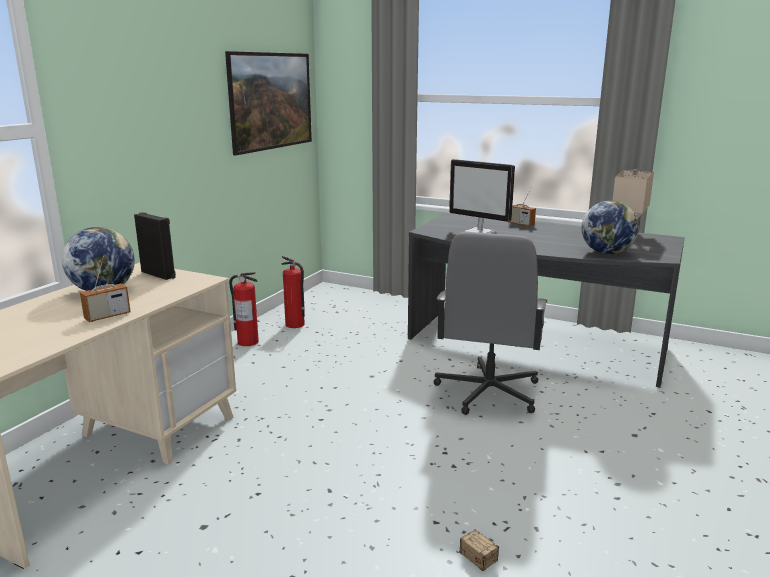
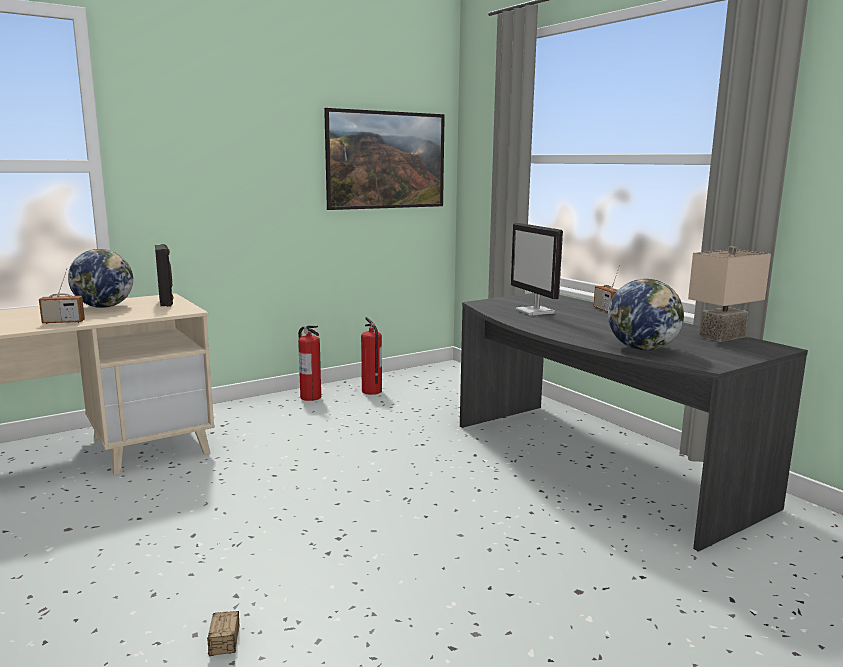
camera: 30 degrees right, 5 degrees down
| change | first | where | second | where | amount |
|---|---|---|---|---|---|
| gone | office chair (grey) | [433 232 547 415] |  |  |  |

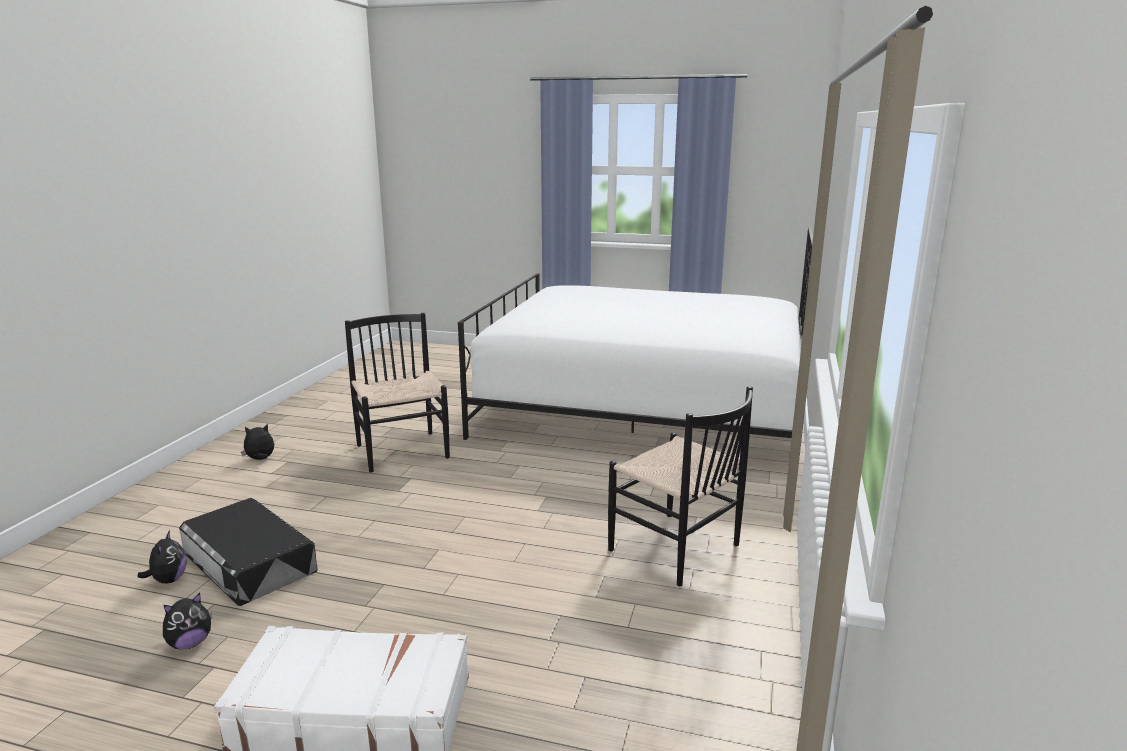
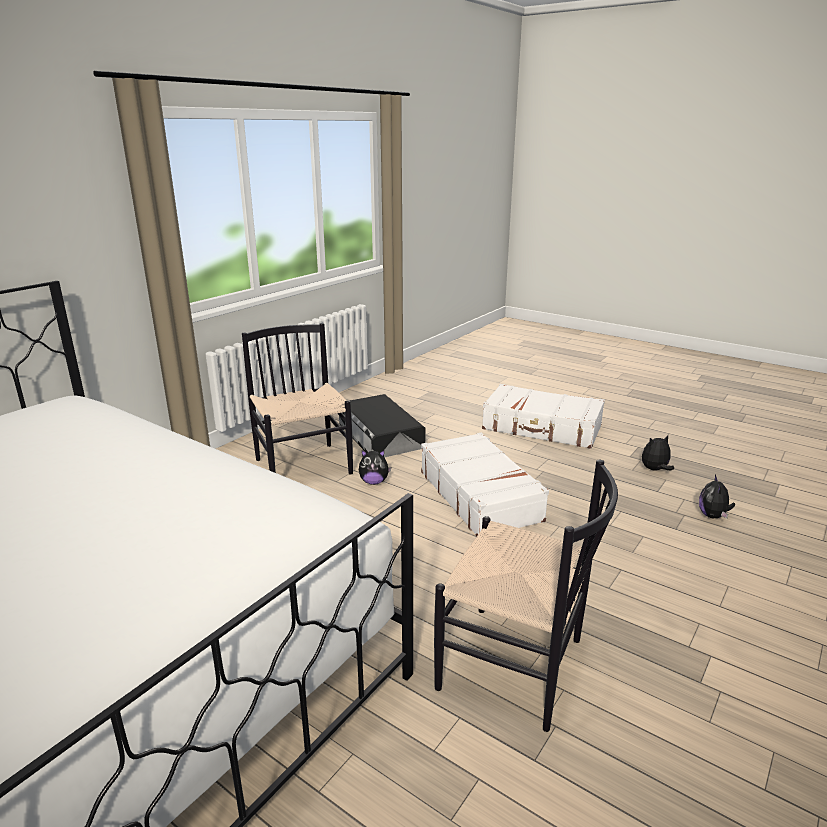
camera: 160 degrees left, 5 degrees up
| change | first | where | second | where | amount |
|---|---|---|---|---|---|
| rotated | chair (black) | [345 313 450 473] |  | [434 460 618 732] | 60 degrees counterclockwise |
| shifted | plush toy | [241 424 274 460] |  | [359 450 391 485] |  |
| shifted | storage box (black) | [179 498 318 606] |  | [339 394 425 458] |  |
| new |  |  | suitcase (white) | [421 433 549 536] |  |

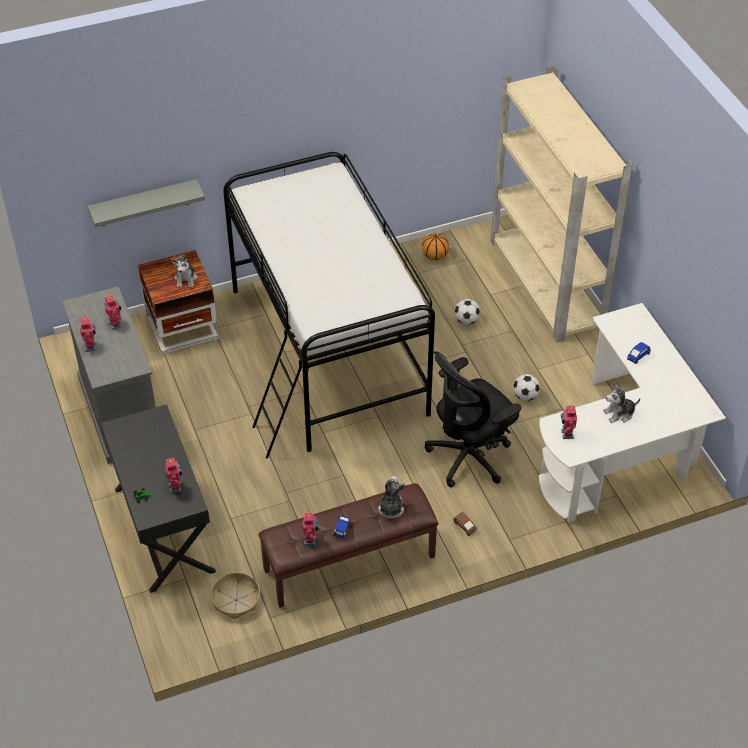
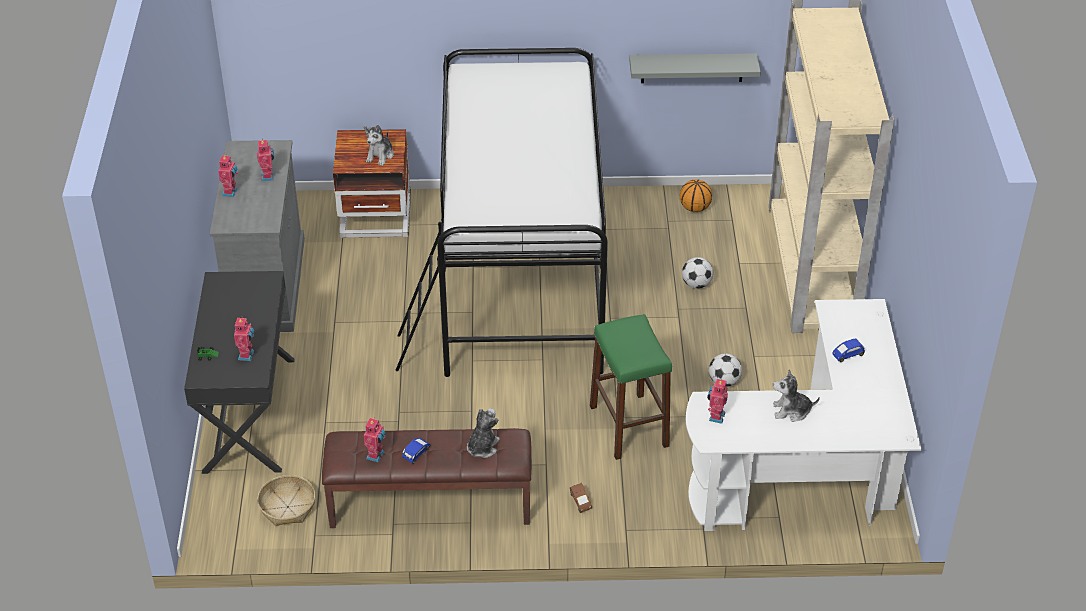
camera: 20 degrees right, 5 degrees down
| change | first | where | second | where | amount |
|---|---|---|---|---|---|
| shifted | shelf (grey) | [88 179 205 227] |  | [629 53 761 83] |  |
| swapped | office chair (black) | [425 351 521 487] | stool (green) | [590 314 672 460] |  |

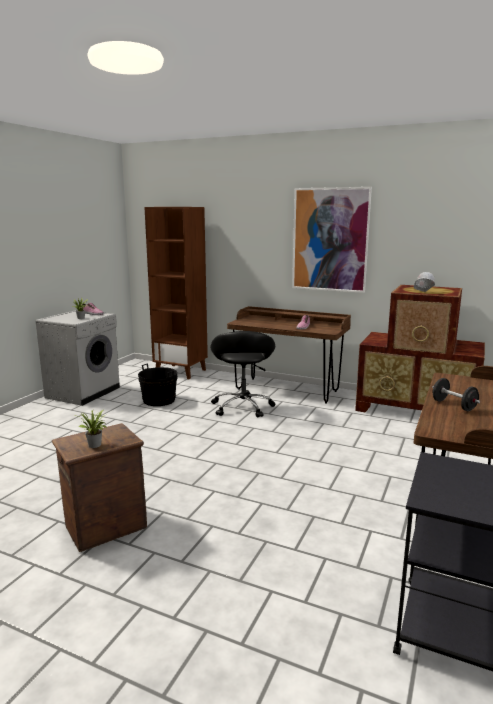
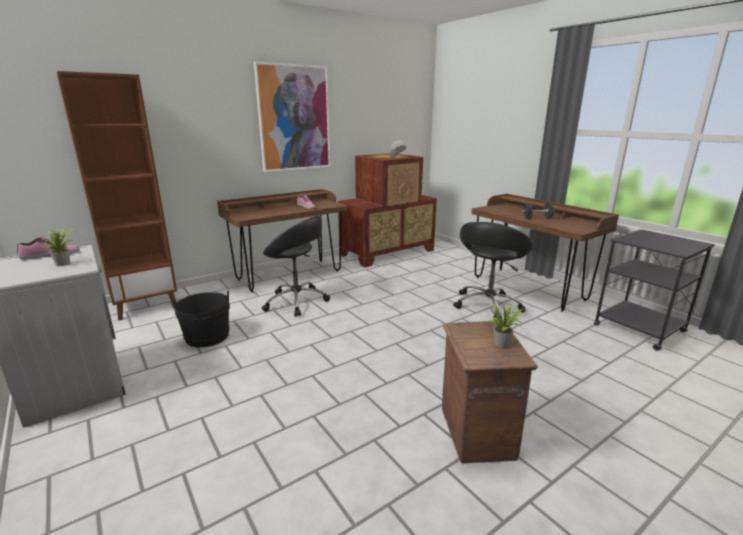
camera: 60 degrees left, 5 degrees up
| change | first | where | second | where | amount |
|---|---|---|---|---|---|
| new |  |  | office chair (black) | [453 222 533 318] |  |

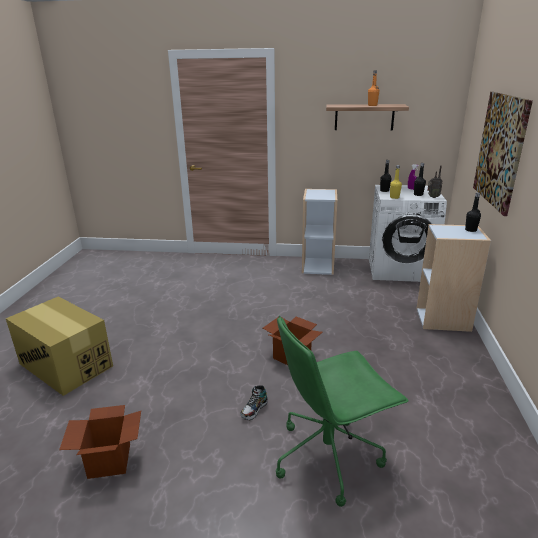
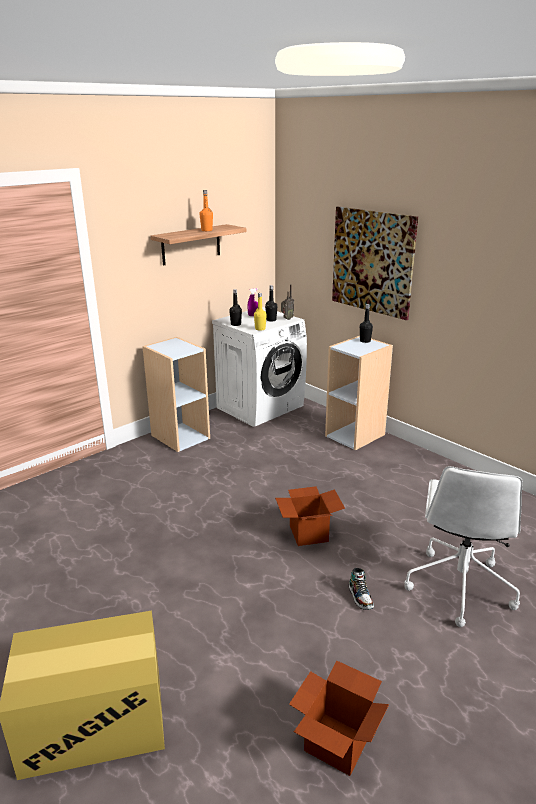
camera: 50 degrees left, 0 degrees up
| change | first | where | second | where | amount |
|---|---|---|---|---|---|
| repainted | office chair (green) | [276 315 409 507] | office chair (white) | [404 466 523 627] |  |

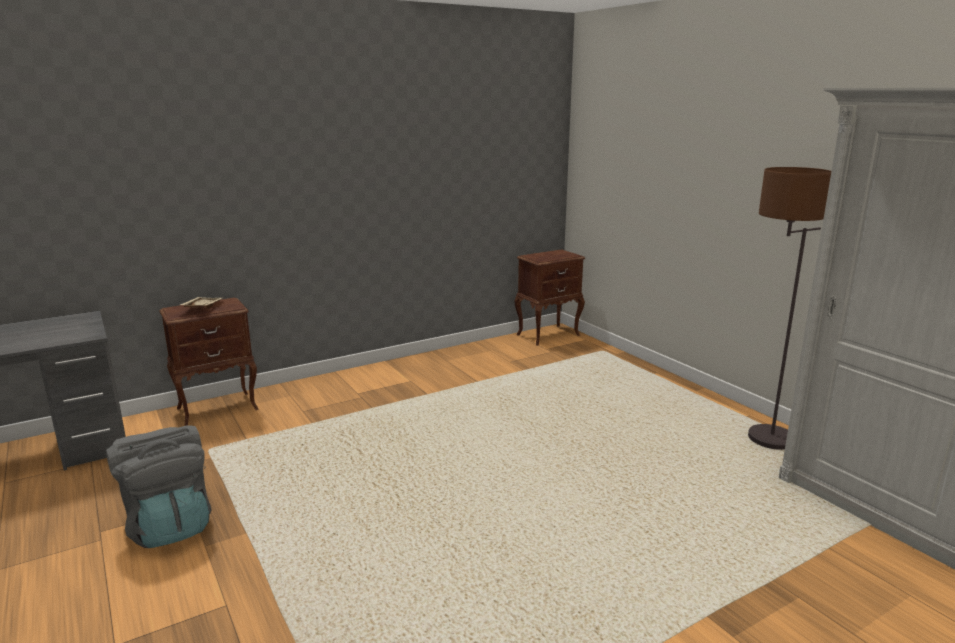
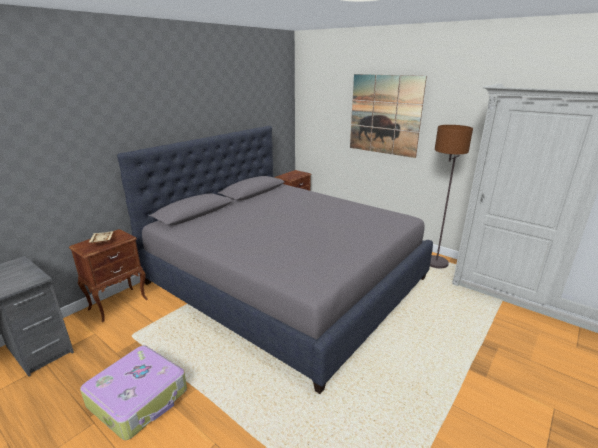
camera: 20 degrees left, 5 degrees up
| change | first | where | second | where | amount |
|---|---|---|---|---|---|
| swapped | backpack (grey) | [106 425 212 548] | suitcase | [80 346 187 440] |  |
| new |  |  | picture | [350 74 427 158] |  |
| new |  |  | bed (grey) | [117 126 433 394] |  |

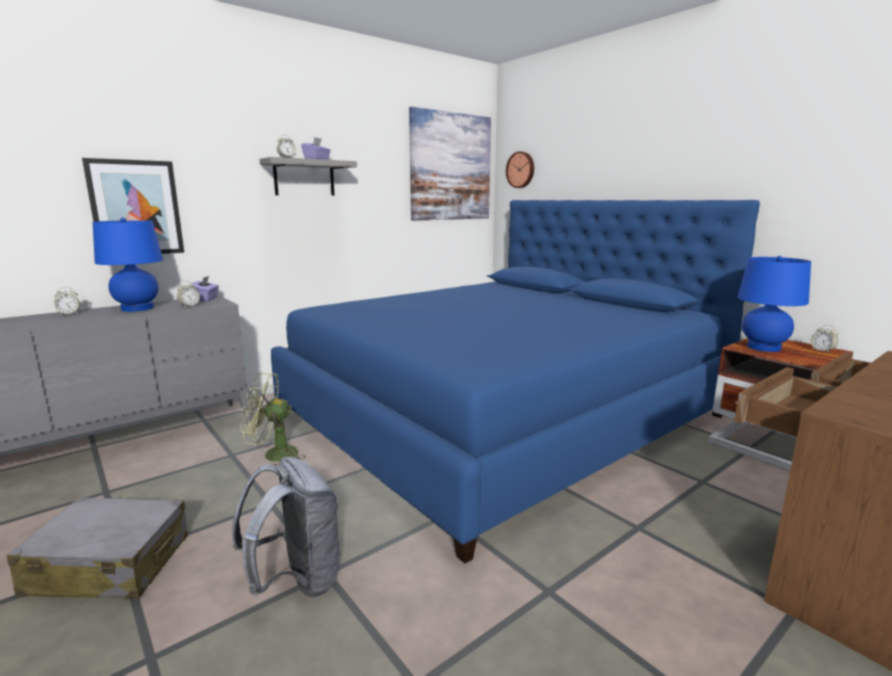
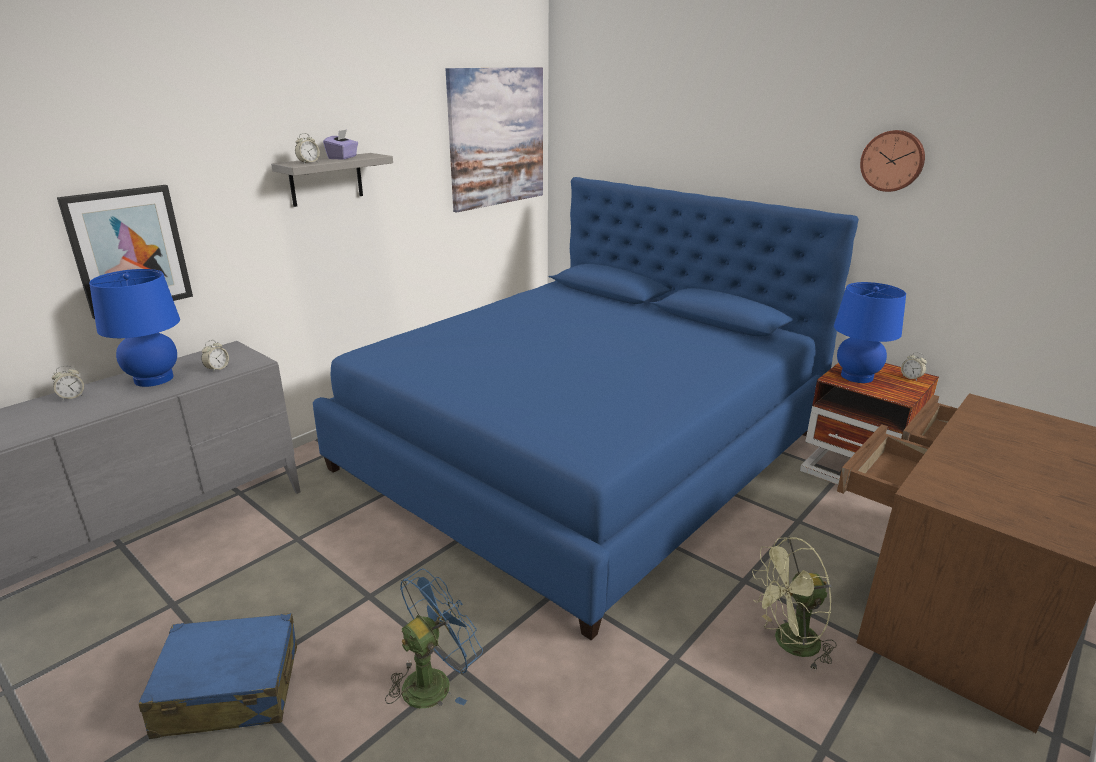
camera: 10 degrees left, 10 degrees up
| change | first | where | second | where | amount |
|---|---|---|---|---|---|
| shifted | wall clock | [506 151 534 188] |  | [860 130 925 192] |  |
| gone | tissue box (purple) | [190 276 219 301] |  |  |  |
| shifted | fan (green) | [241 373 306 466] |  | [752 537 837 670] |  |
| swapped | backpack (grey) | [232 457 341 598] | fan (blue) | [385 568 483 708] |  |
| repainted | suitcase (grey) | [7 497 188 599] | suitcase (blue) | [139 613 297 739] |  |

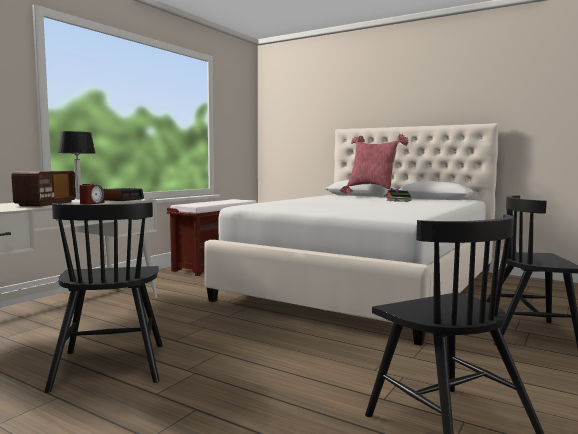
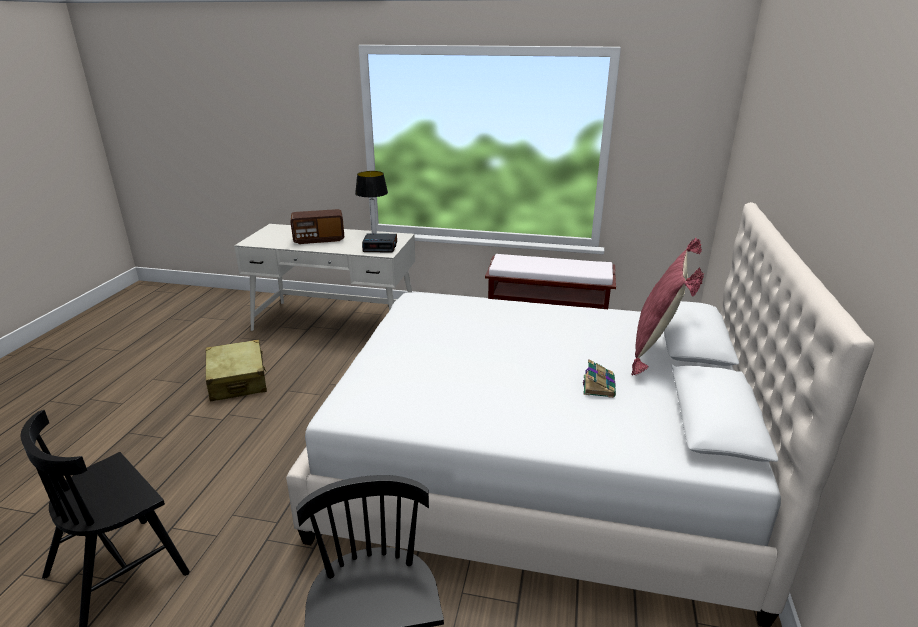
camera: 70 degrees right, 20 degrees up
| change | first | where | second | where | amount |
|---|---|---|---|---|---|
| gone | alarm clock | [79 183 104 204] |  |  |  |
| swapped | chair (black) | [44 202 163 393] | suitcase (beige) | [205 339 267 401] |  |

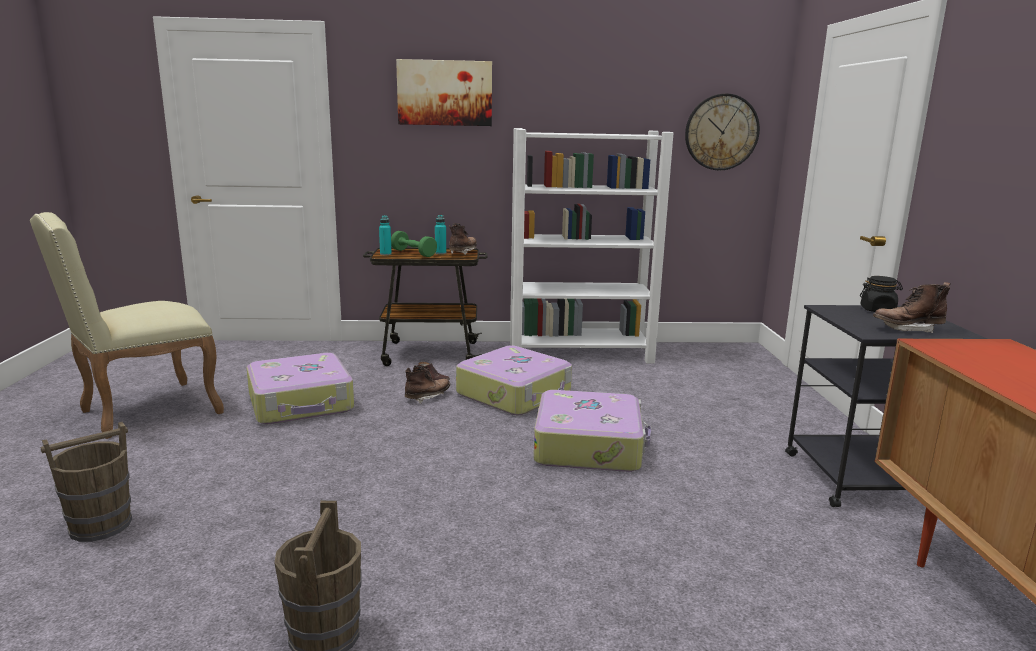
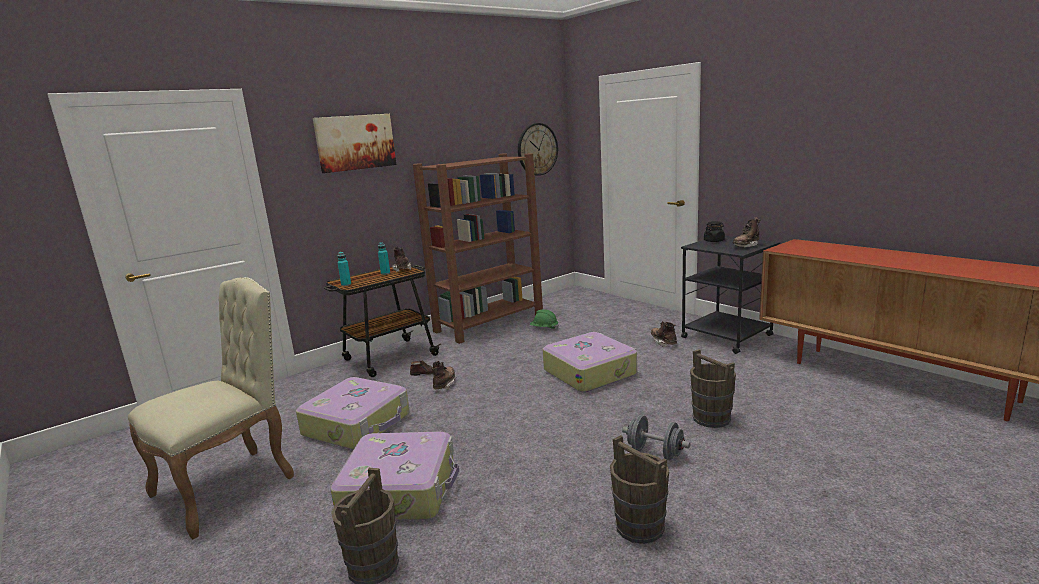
camera: 35 degrees left, 0 degrees up
| change | first | where | second | where | amount |
|---|---|---|---|---|---|
| repainted | bookcase (white) | [510 128 673 364] | bookcase (brown) | [413 153 543 344] |  |
| rotated | chair (beige) | [30 212 224 439] |  | [128 277 294 539] | 150 degrees counterclockwise |
| gone | dumbbell (green) | [391 231 437 257] |  |  |  |
| shifted | suitcase | [456 345 572 415] |  | [330 432 459 520] |  |
| new |  |  | hard hat (green) | [530 309 559 329] |  |
| new |  |  | boot (brown) | [651 321 677 347] |  |
| new |  |  | bucket (brown) | [690 349 736 428] |  |
| new |  |  | dumbbell (grey) | [622 415 690 460] |  |

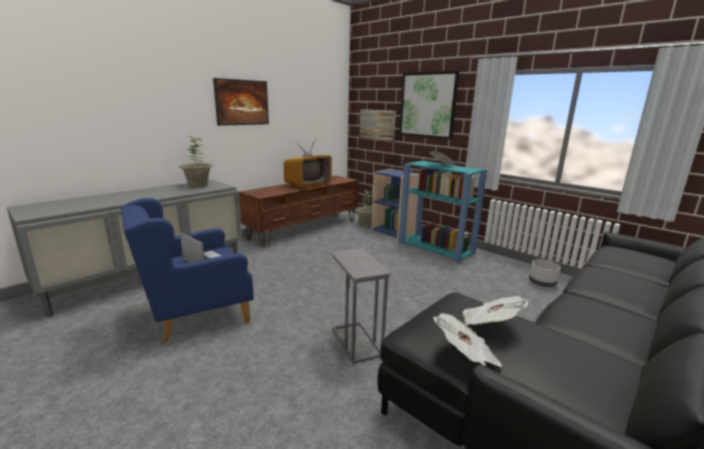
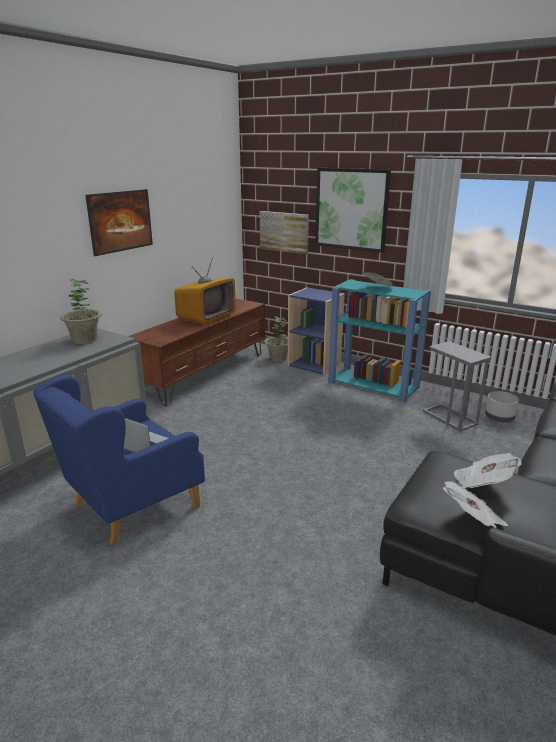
camera: 10 degrees left, 5 degrees up
| change | first | where | second | where | amount |
|---|---|---|---|---|---|
| shifted | side table (grey) | [331 248 391 364] |  | [423 341 492 432] |  |

